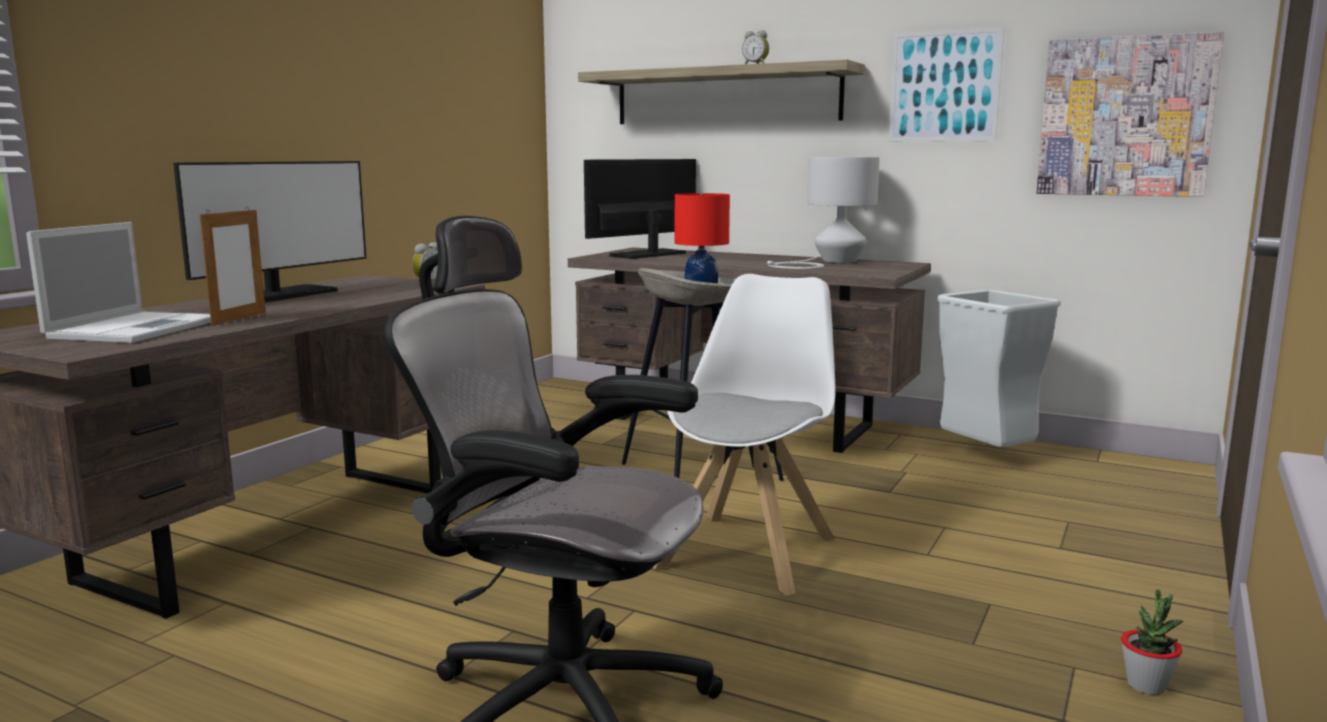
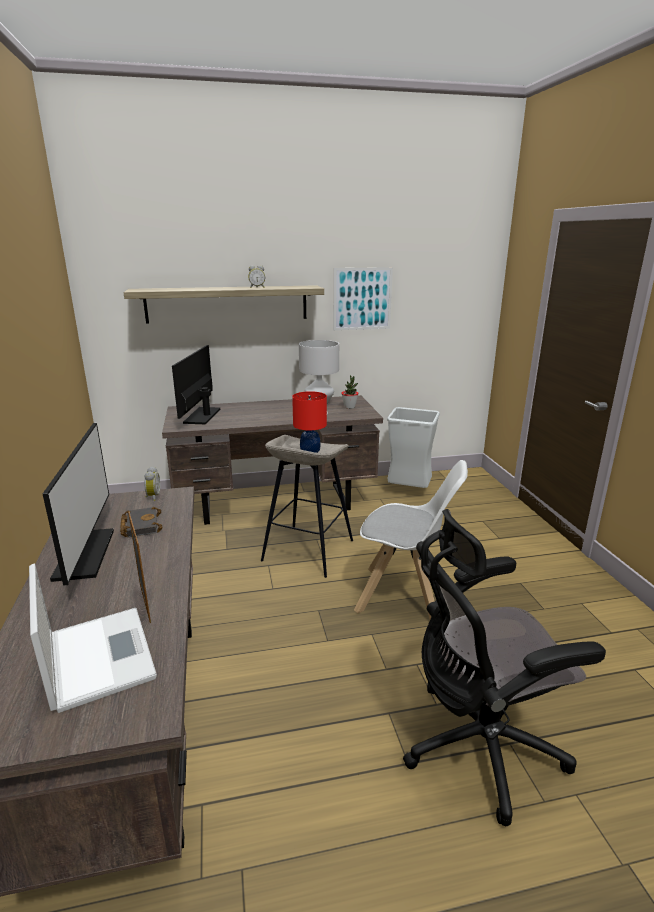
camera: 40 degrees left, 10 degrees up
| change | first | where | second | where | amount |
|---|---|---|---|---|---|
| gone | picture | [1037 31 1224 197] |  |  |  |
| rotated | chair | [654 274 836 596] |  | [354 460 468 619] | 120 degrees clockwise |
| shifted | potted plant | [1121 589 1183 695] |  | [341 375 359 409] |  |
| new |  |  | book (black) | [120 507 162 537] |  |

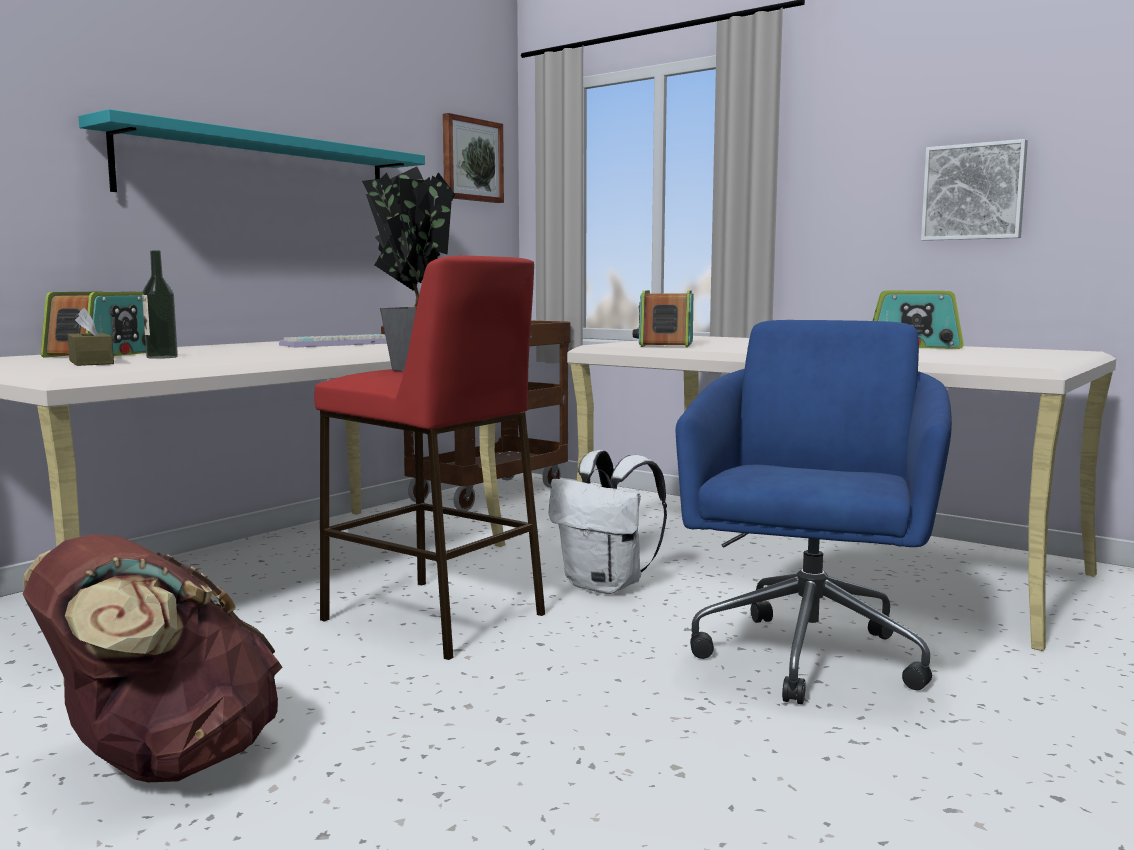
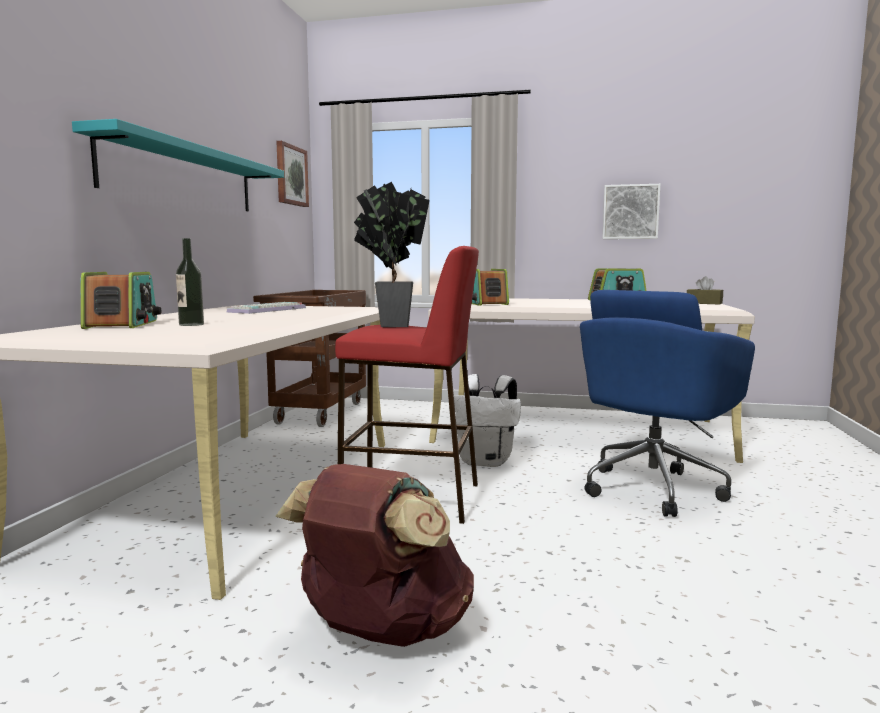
camera: 25 degrees left, 0 degrees up
| change | first | where | second | where | amount |
|---|---|---|---|---|---|
| shifted | tissue box (brown) | [67 308 114 366] |  | [687 276 723 305] |  |
| rotated | office chair (blue) | [676 320 952 704] |  | [580 290 755 517] | 135 degrees counterclockwise |

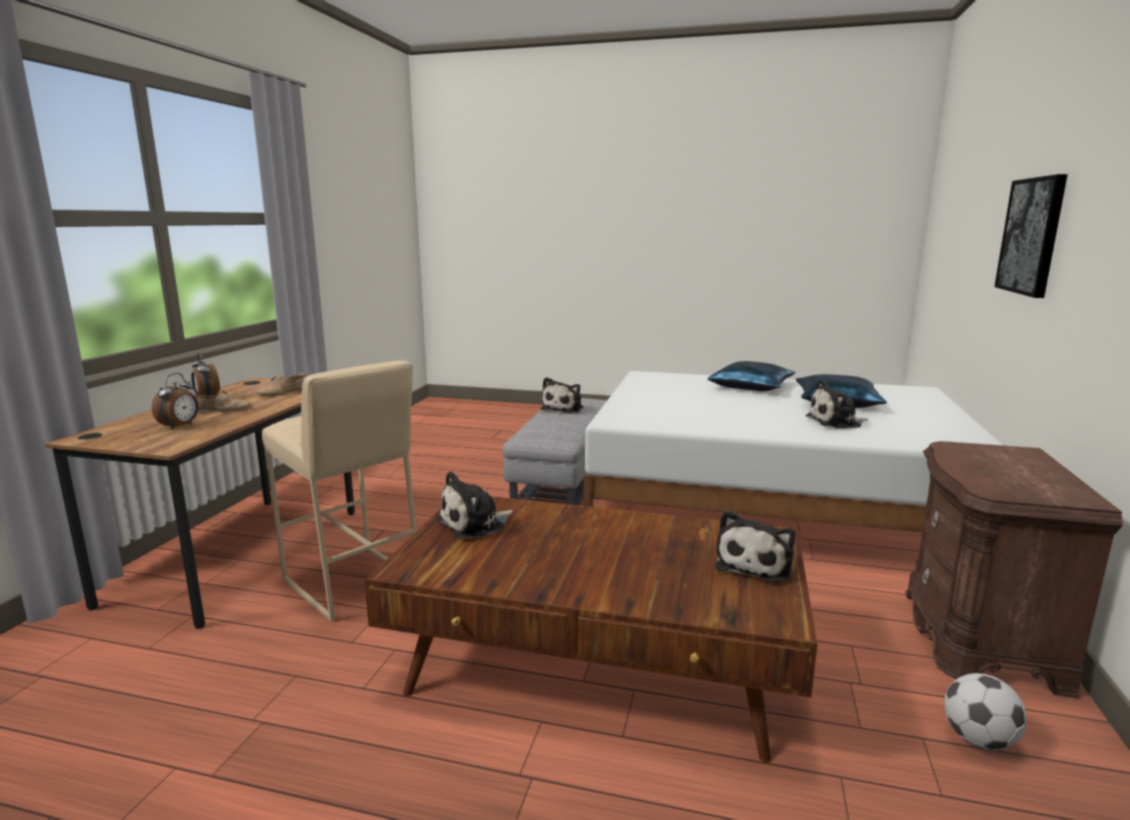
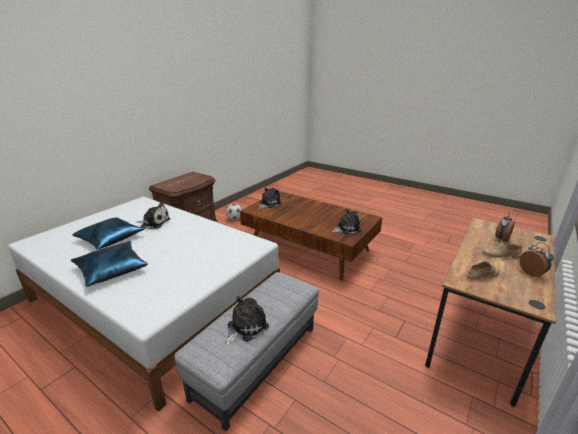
camera: 160 degrees left, 10 degrees up
| change | first | where | second | where | amount |
|---|---|---|---|---|---|
| gone | picture | [994 174 1068 298] |  |  |  |
| gone | stool (beige) | [262 360 417 622] |  |  |  |

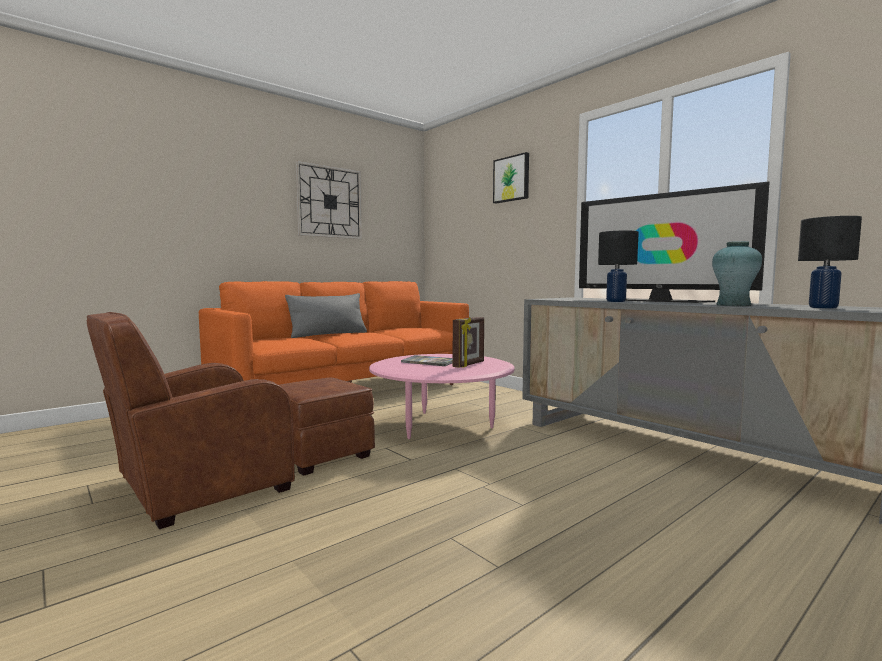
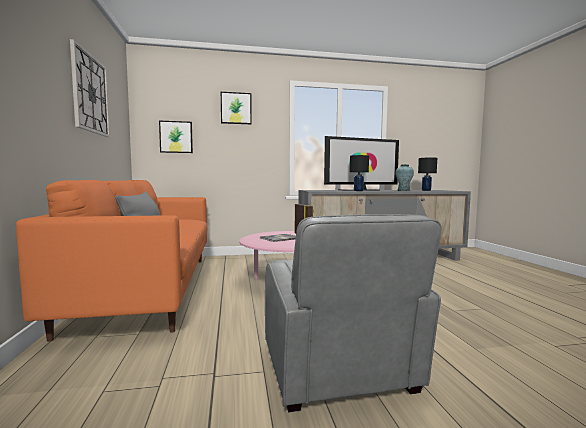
camera: 60 degrees left, 0 degrees up
| change | first | where | second | where | amount |
|---|---|---|---|---|---|
| repainted | armchair (brown) | [87 312 375 529] | armchair (grey) | [265 214 442 412] |  |
| new |  |  | picture | [159 121 193 153] |  |

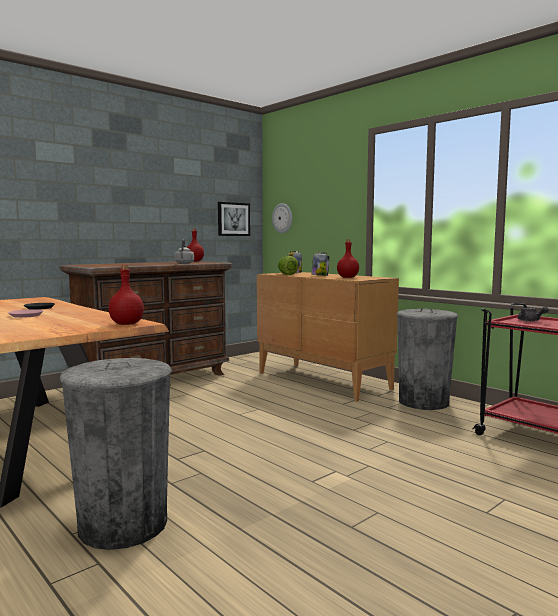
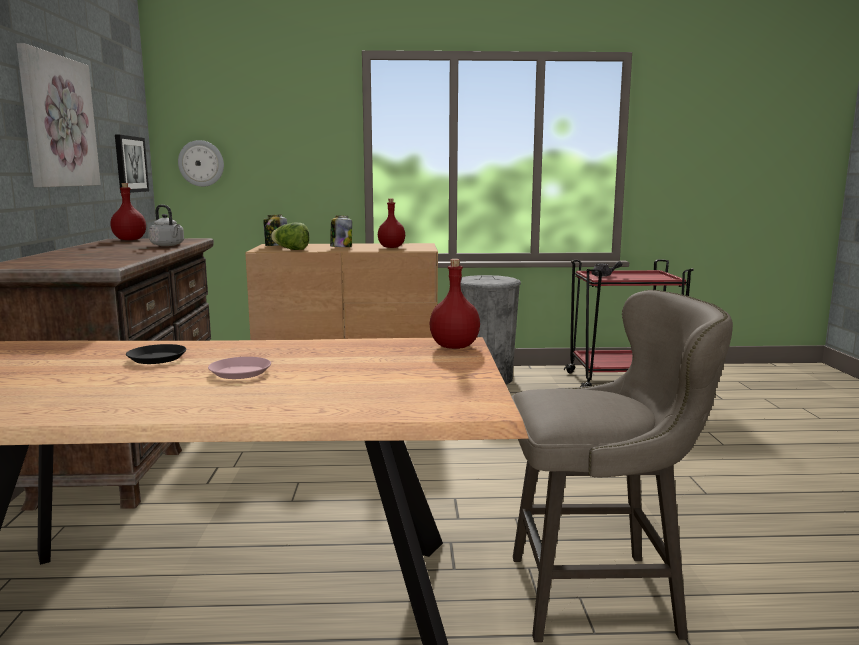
camera: 50 degrees left, 5 degrees up
| change | first | where | second | where | amount |
|---|---|---|---|---|---|
| swapped | trash can (grey) | [60 358 172 550] | stool (beige) | [512 290 733 642] |  |
| new |  |  | picture | [17 43 101 187] |  |

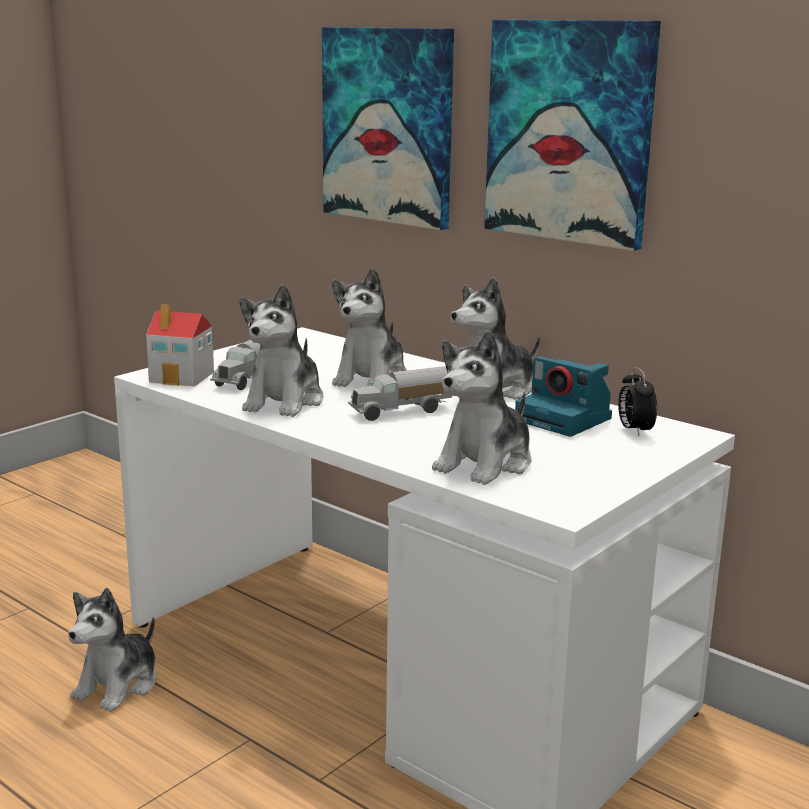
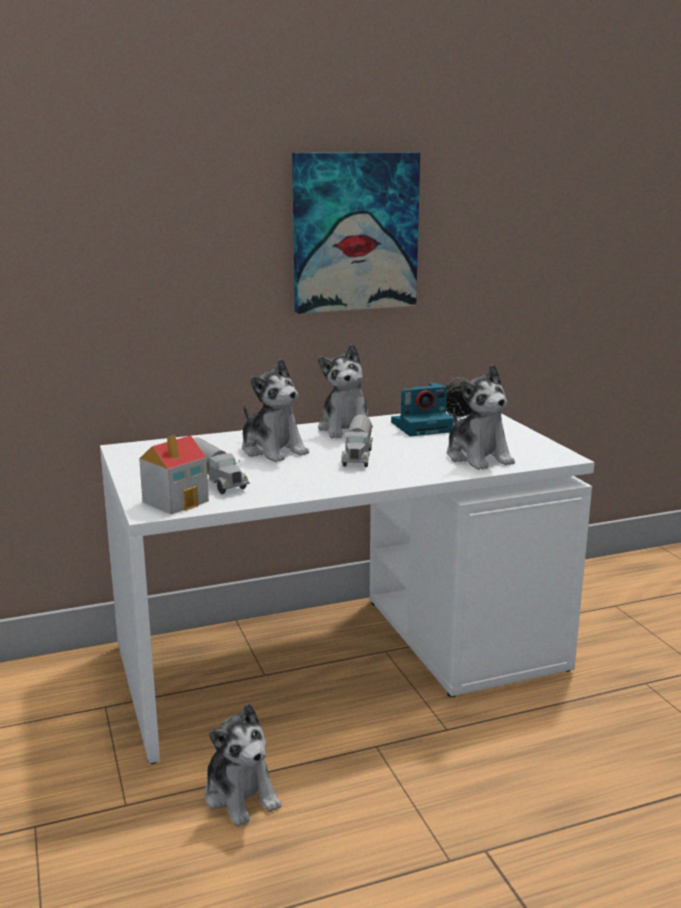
camera: 60 degrees left, 0 degrees up
| change | first | where | second | where | amount |
|---|---|---|---|---|---|
| gone | picture | [322 27 454 230] |  |  |  |
| gone | plush toy | [240 284 324 417] |  |  |  |

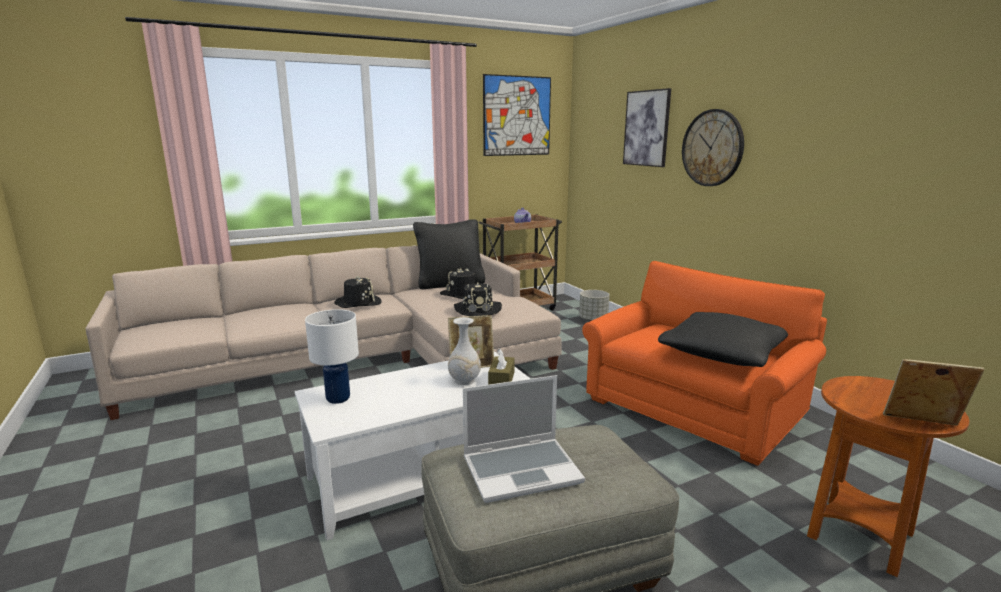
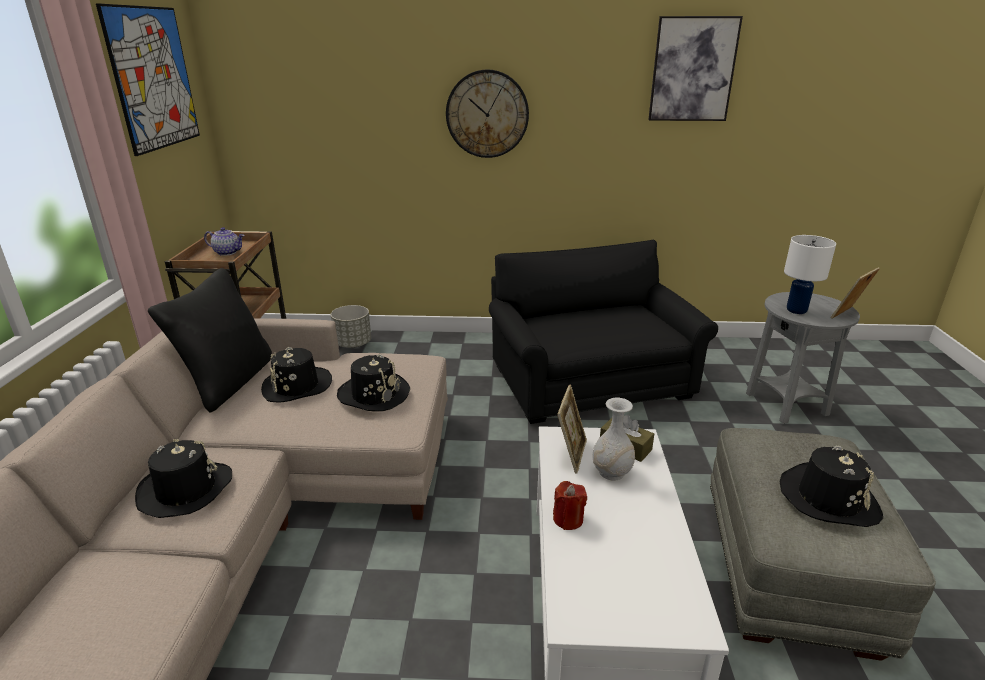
camera: 60 degrees left, 10 degrees up
| change | first | where | second | where | amount |
|---|---|---|---|---|---|
| shifted | picture | [623 88 671 167] |  | [648 16 743 121] |  |
| repainted | armchair (orange) | [582 261 827 466] | armchair (black) | [489 240 718 424] |  |
| shifted | table lamp (white) | [305 309 359 404] |  | [784 235 836 314] |  |
| gone | pillow (black) | [658 312 788 367] |  |  |  |
| swapped | laptop | [463 375 585 503] | hat (black) | [779 446 883 527] |  |
| repainted | side table (brown) | [807 376 969 577] | side table (grey) | [746 292 860 424] |  |
| new |  |  | candle (red) | [553 481 587 530] |  |

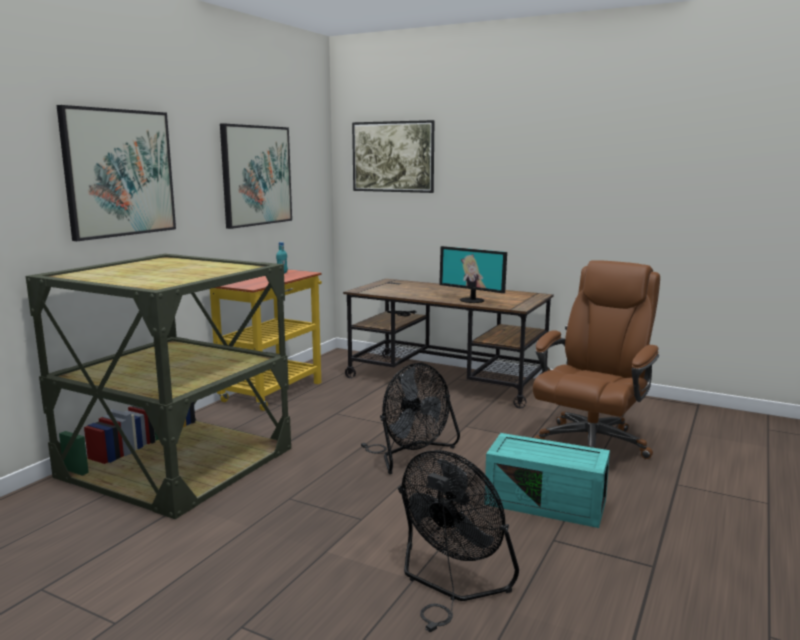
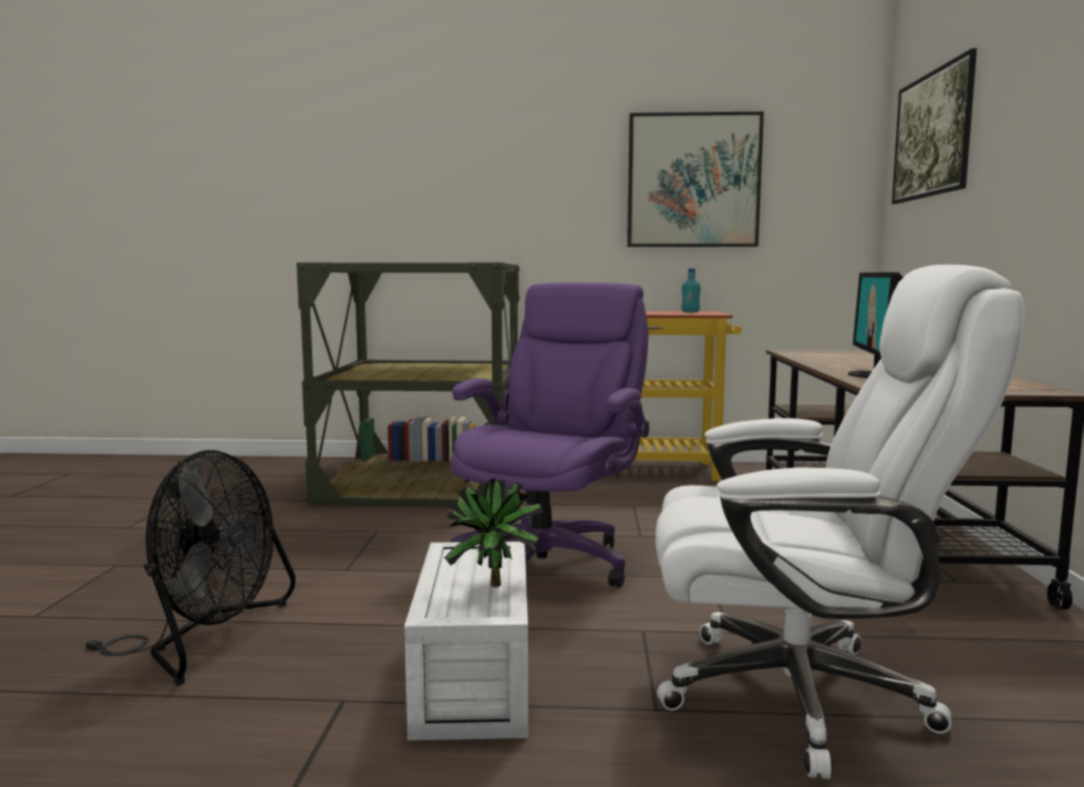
camera: 65 degrees right, 5 degrees down
| change | first | where | second | where | amount |
|---|---|---|---|---|---|
| gone | picture | [57 105 176 241] |  |  |  |
| repainted | office chair (brown) | [533 260 660 459] | office chair (white) | [655 265 1024 779] |  |
| swapped | fan (black) | [361 363 460 474] | office chair (purple) | [450 283 649 587] |  |
| repainted | storage box (turquoise) | [484 433 610 528] | storage box (white) | [404 542 528 740] |  |
| new |  |  | potted plant | [443 478 544 587] |  |

